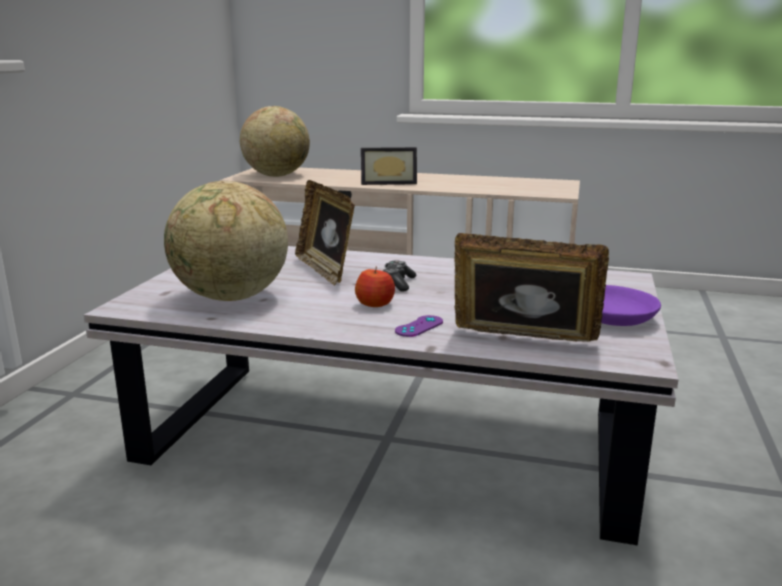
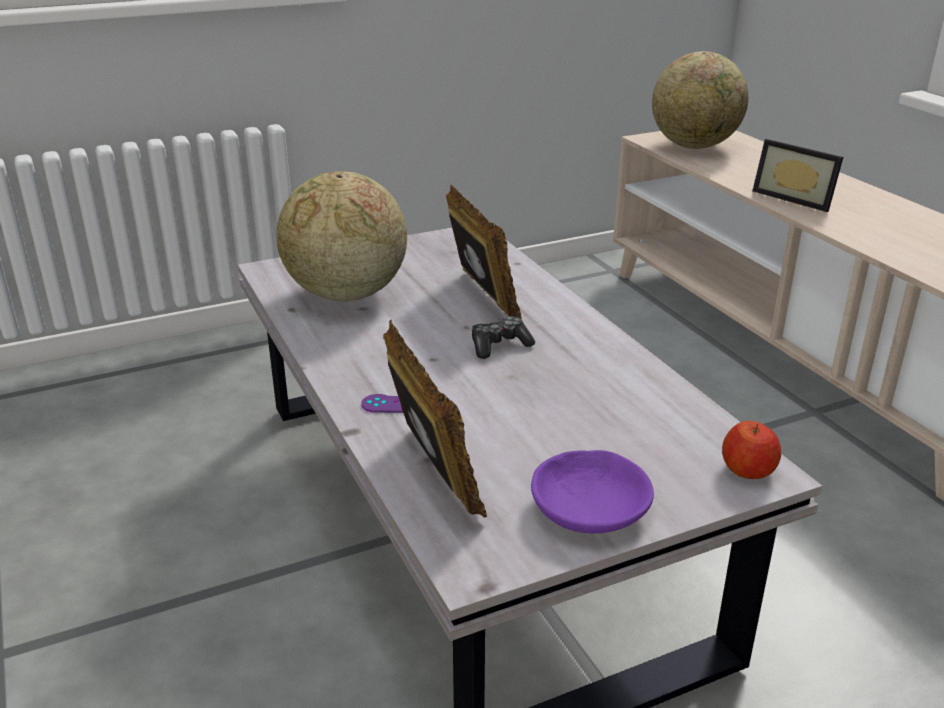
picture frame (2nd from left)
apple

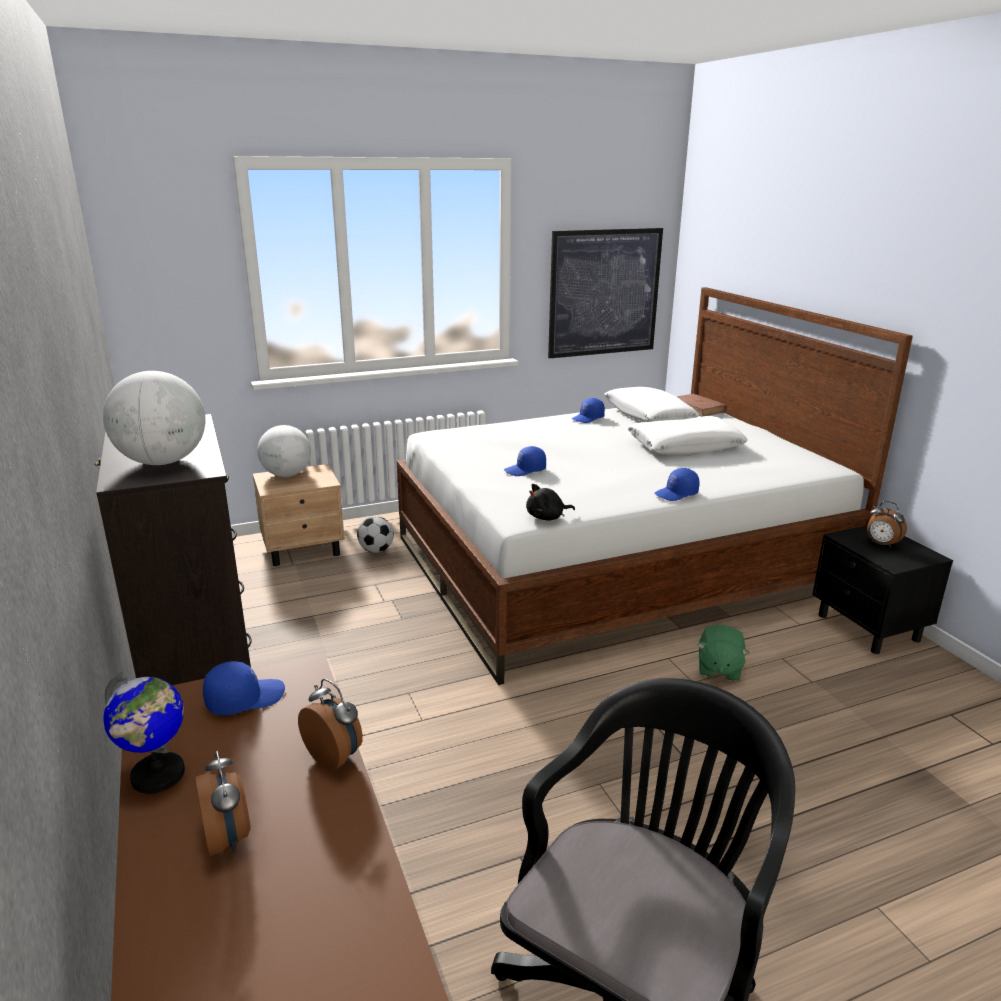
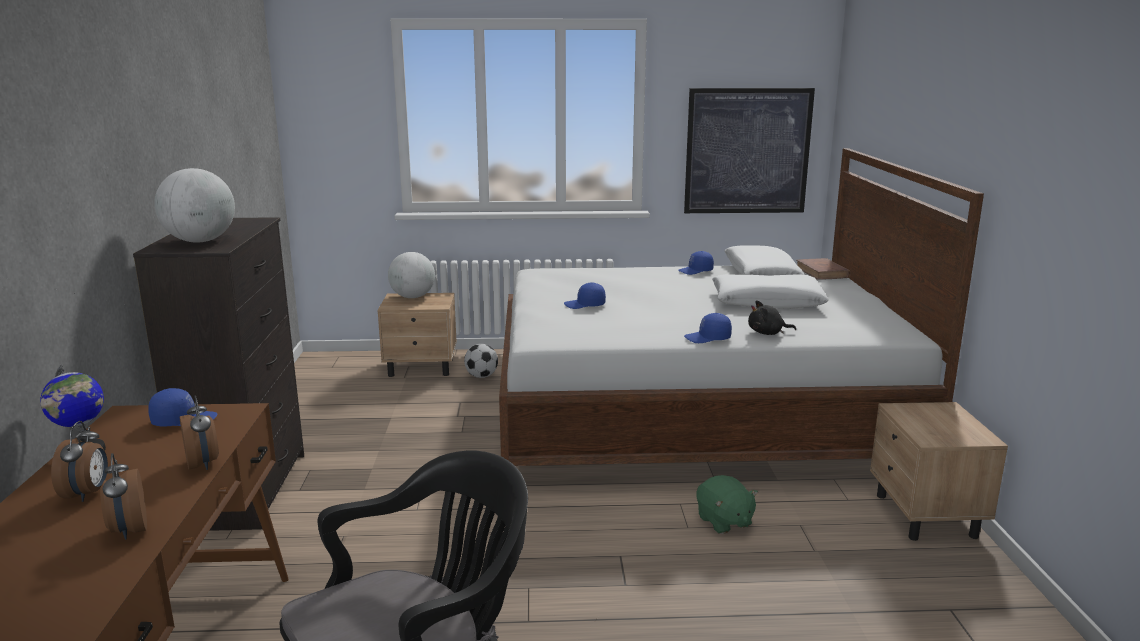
black plush toy
alarm clock (2nd from left)
beige nightstand (2nd from left)
green plush toy

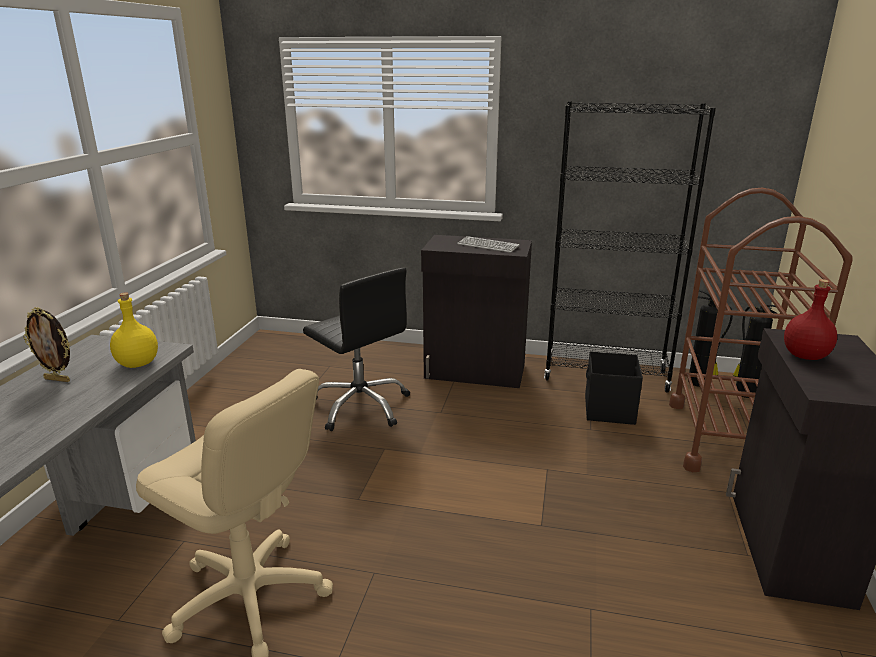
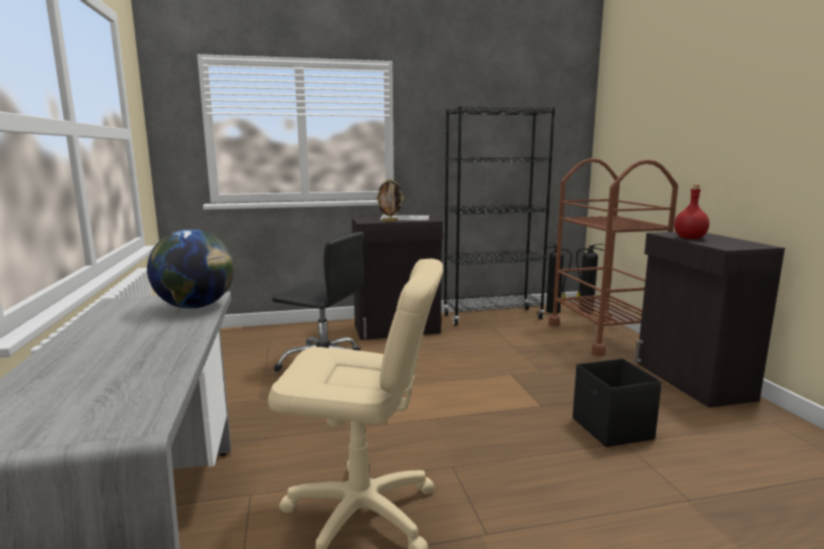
globe
picture frame
black storage box

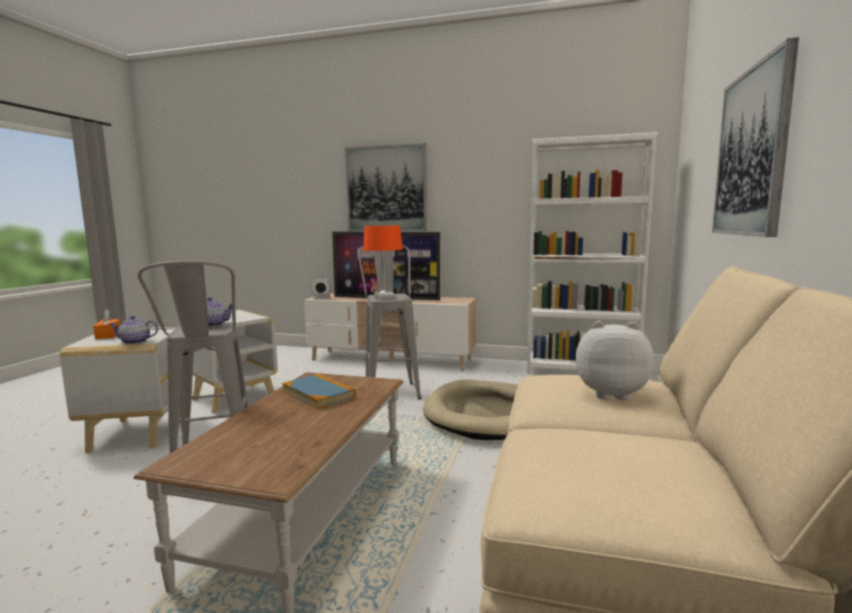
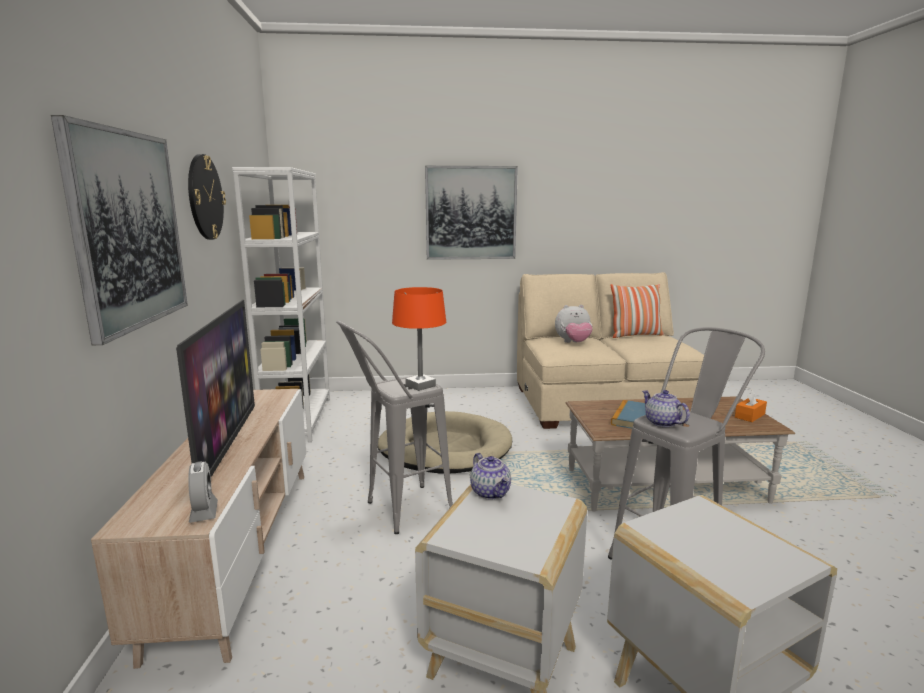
orange tissue box
teapot (1st from left)
plush toy
wall clock
pillow

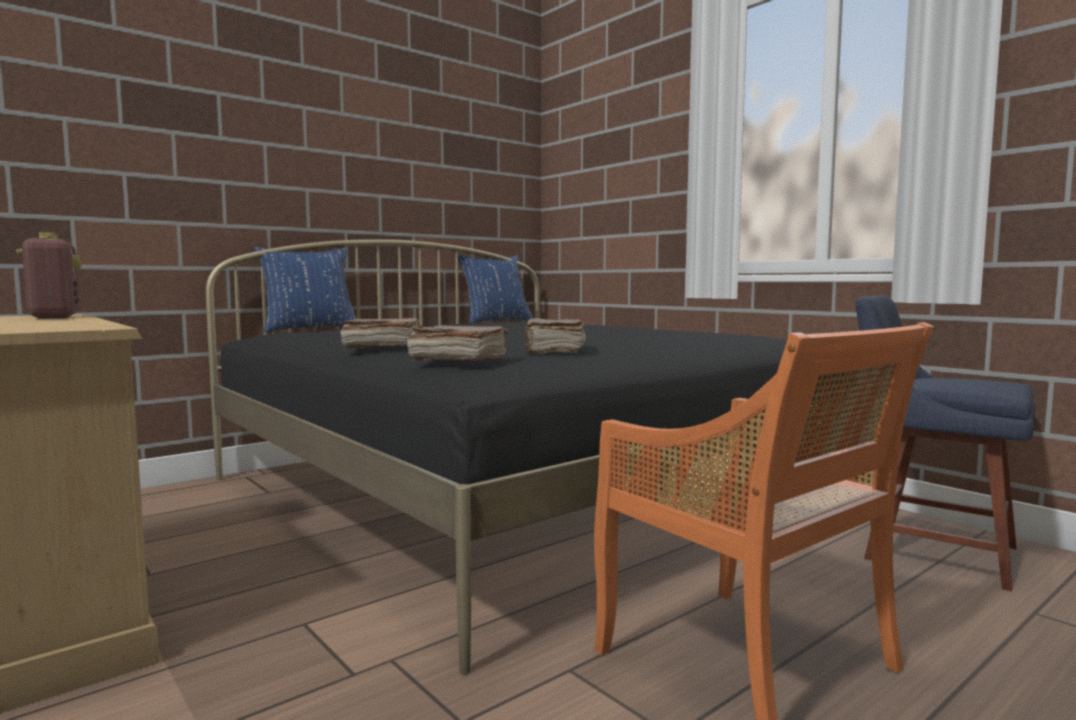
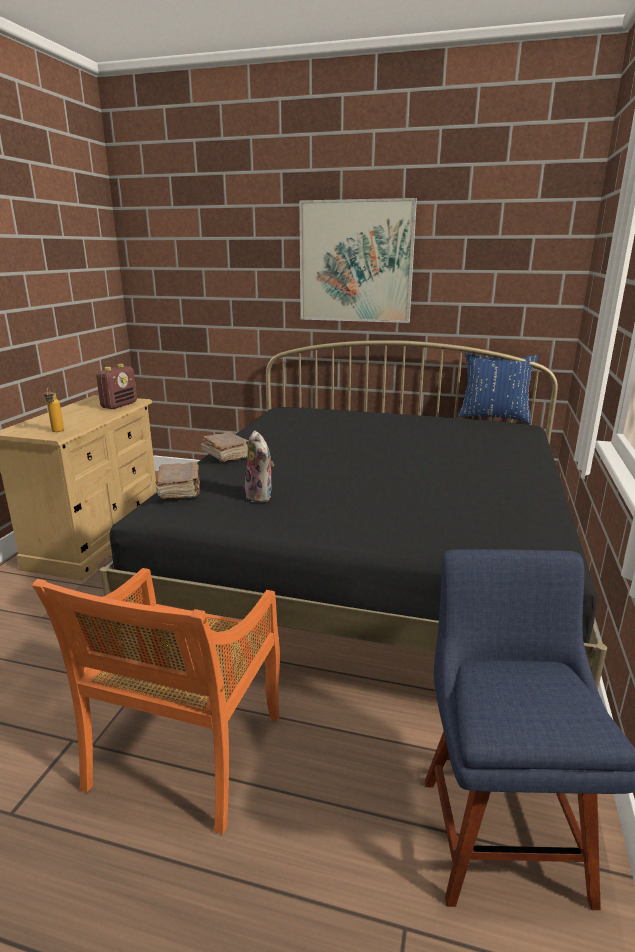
blue pillow (1st from left in the first image)
plush toy
picture
bottle

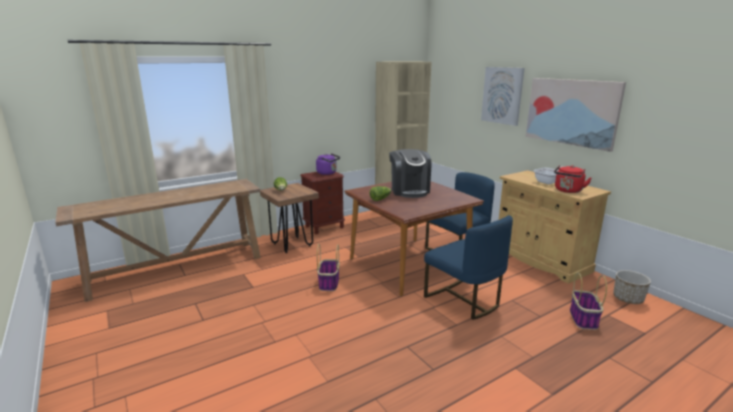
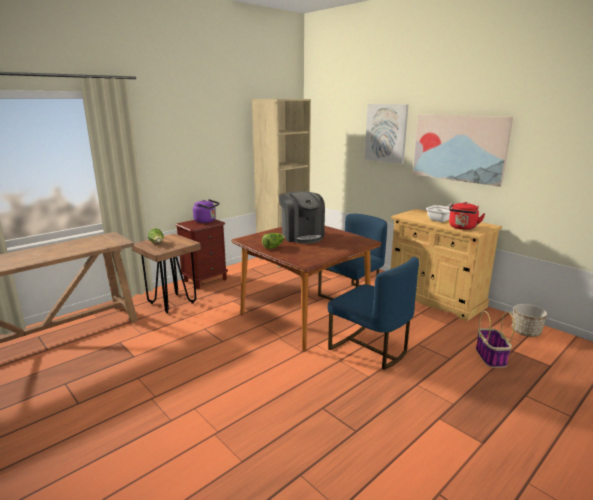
basket (1st from left in the first image)

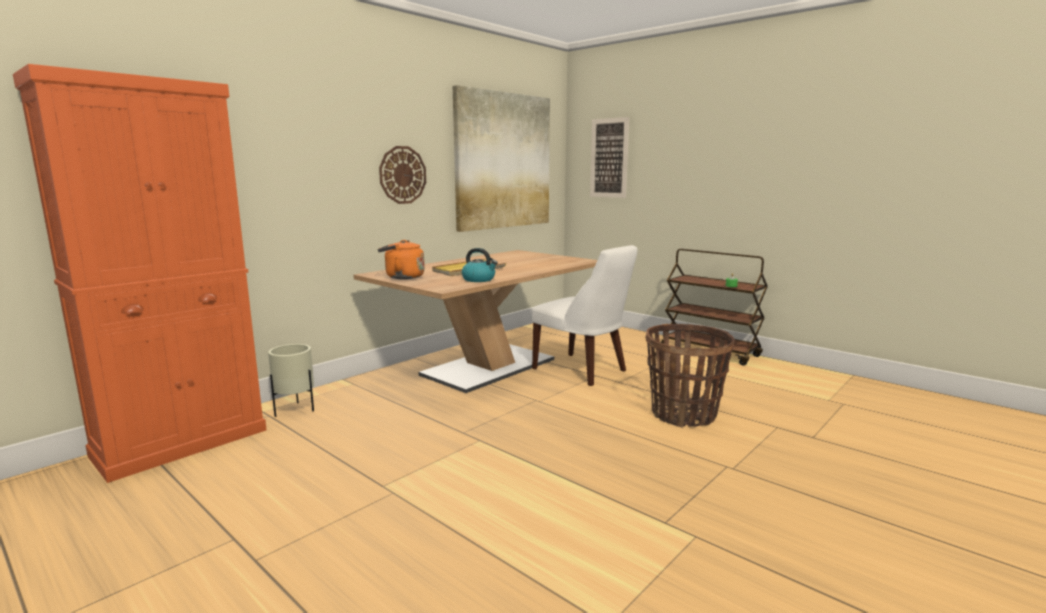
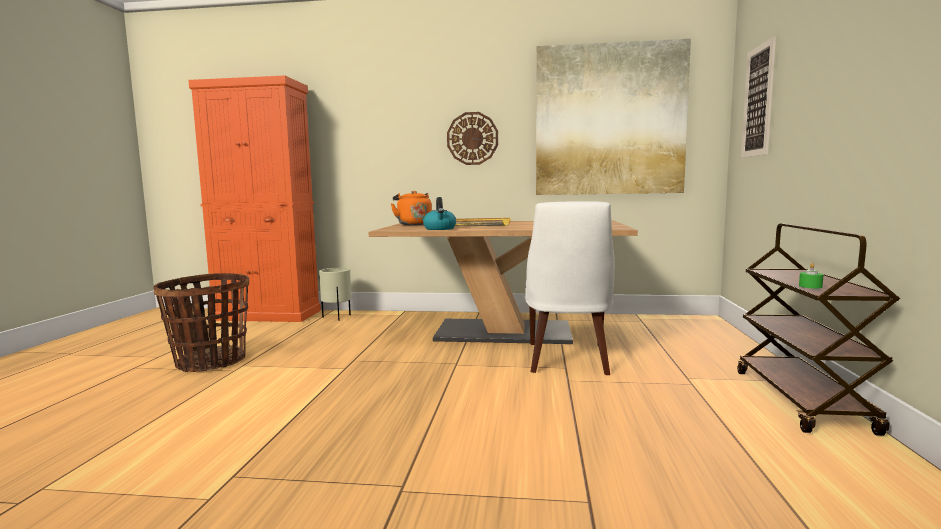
basket

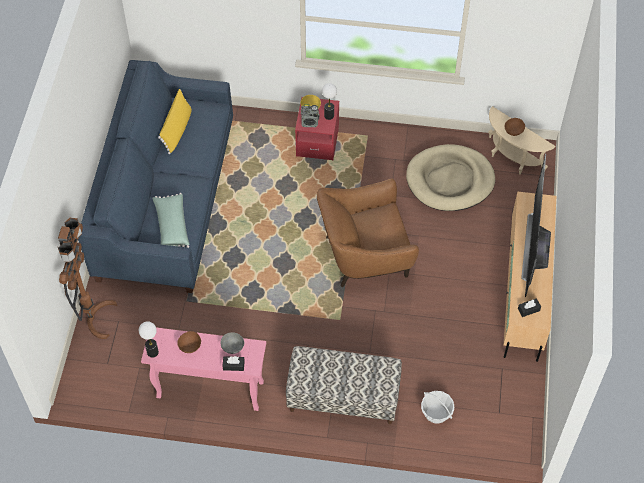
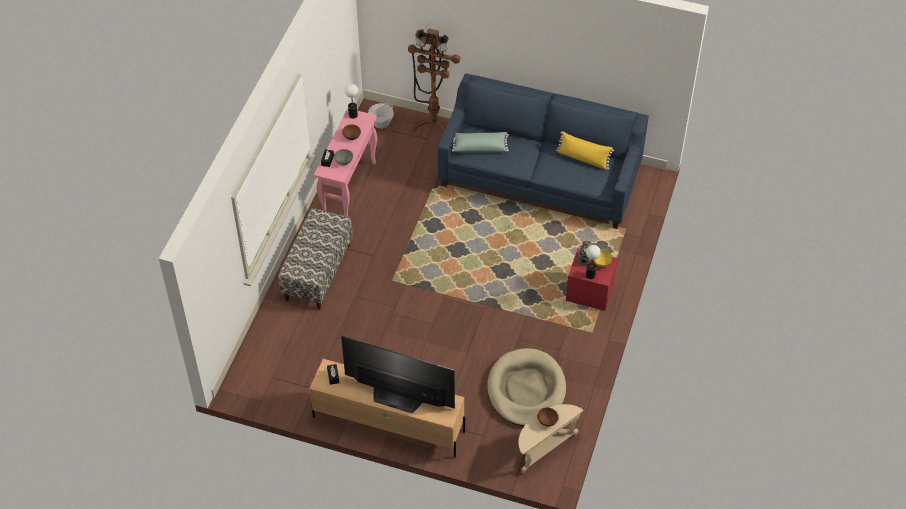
brown armchair
basket

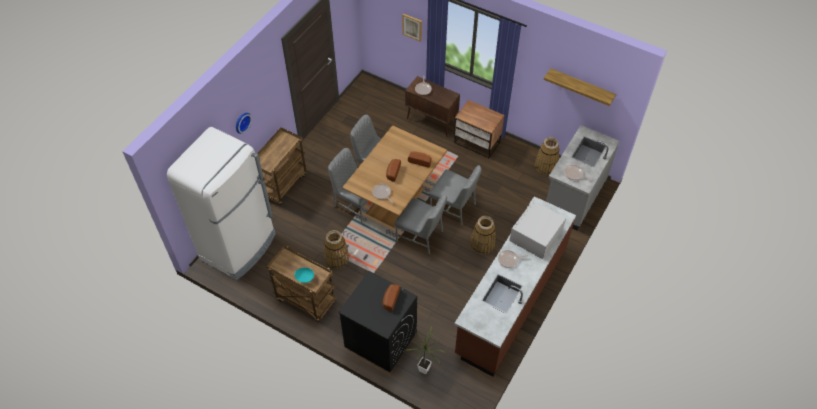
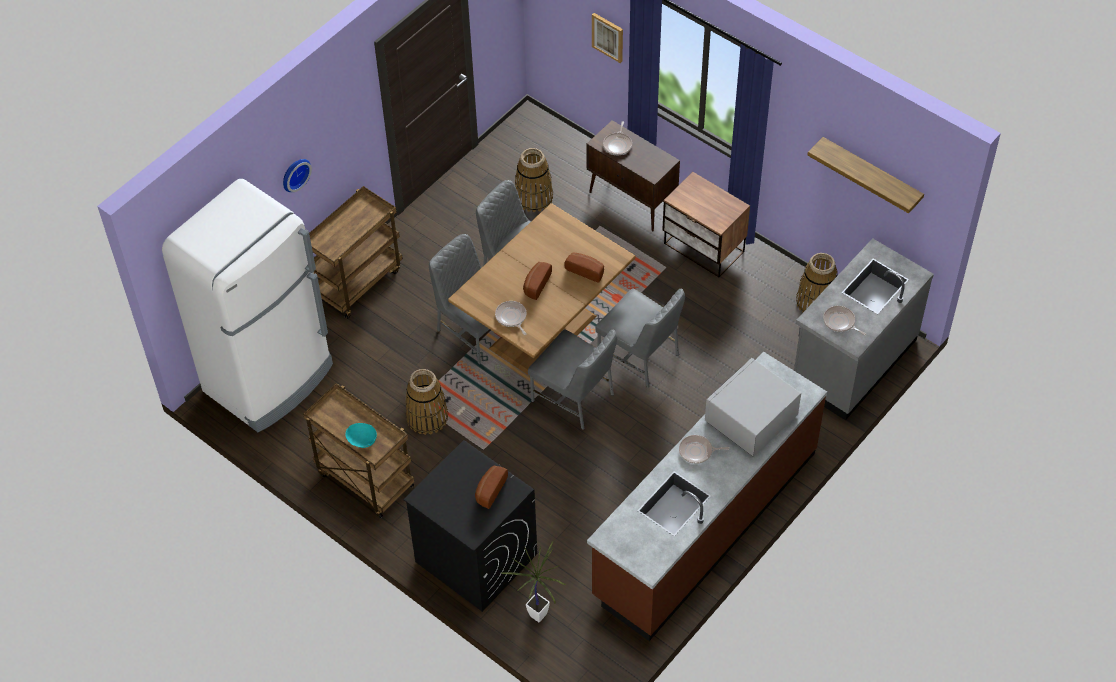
basket (2nd from left)

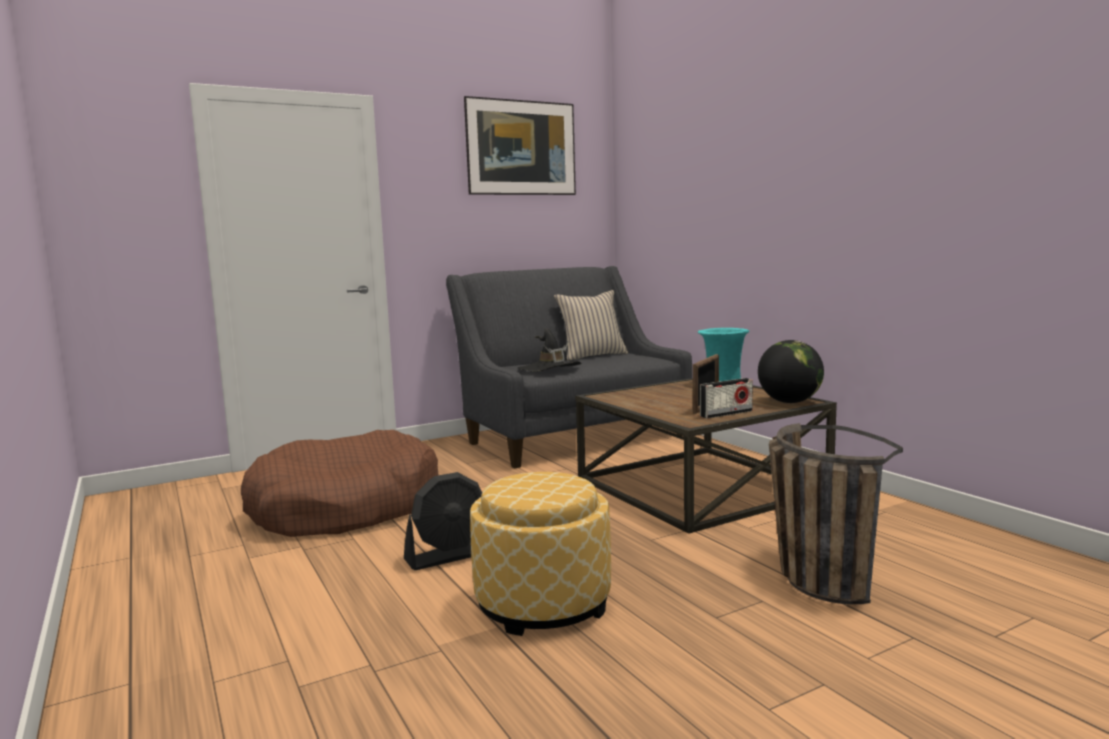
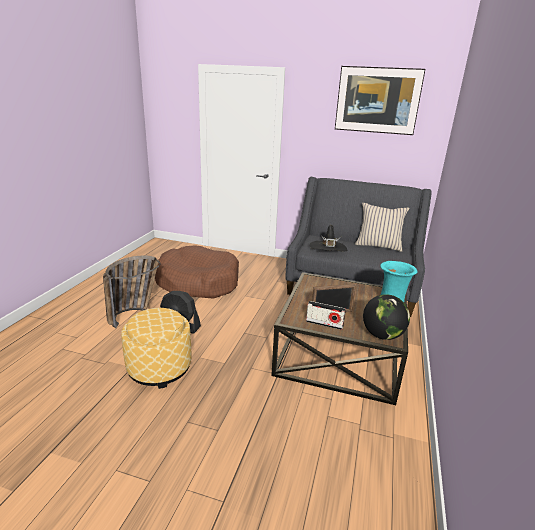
basket

